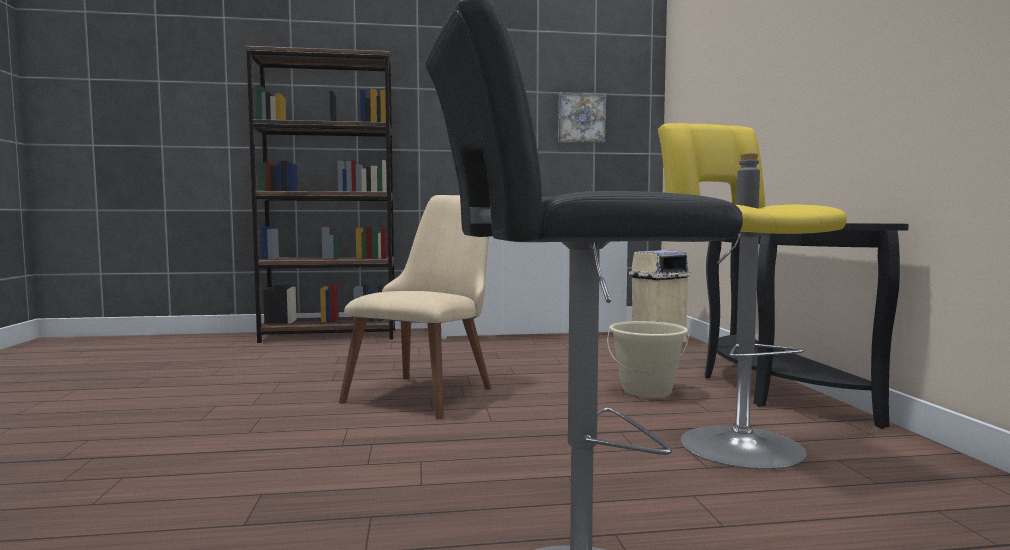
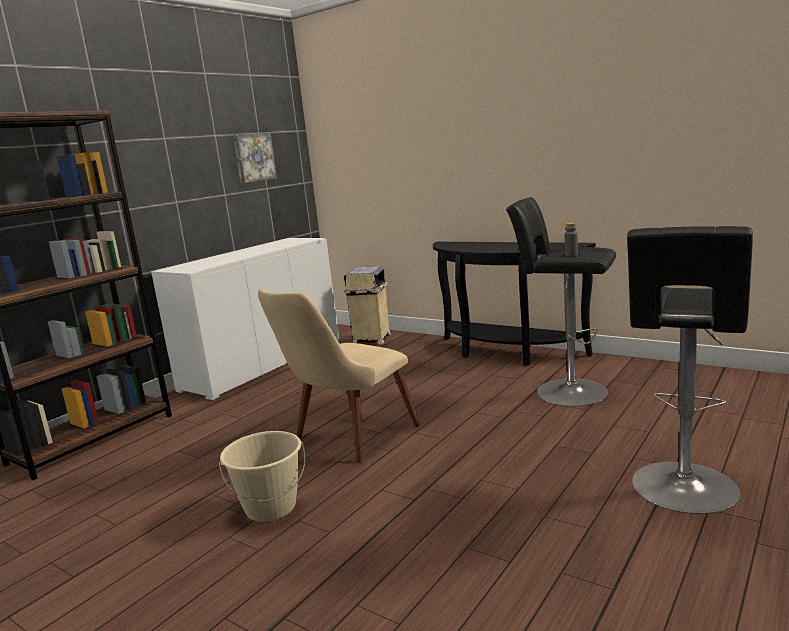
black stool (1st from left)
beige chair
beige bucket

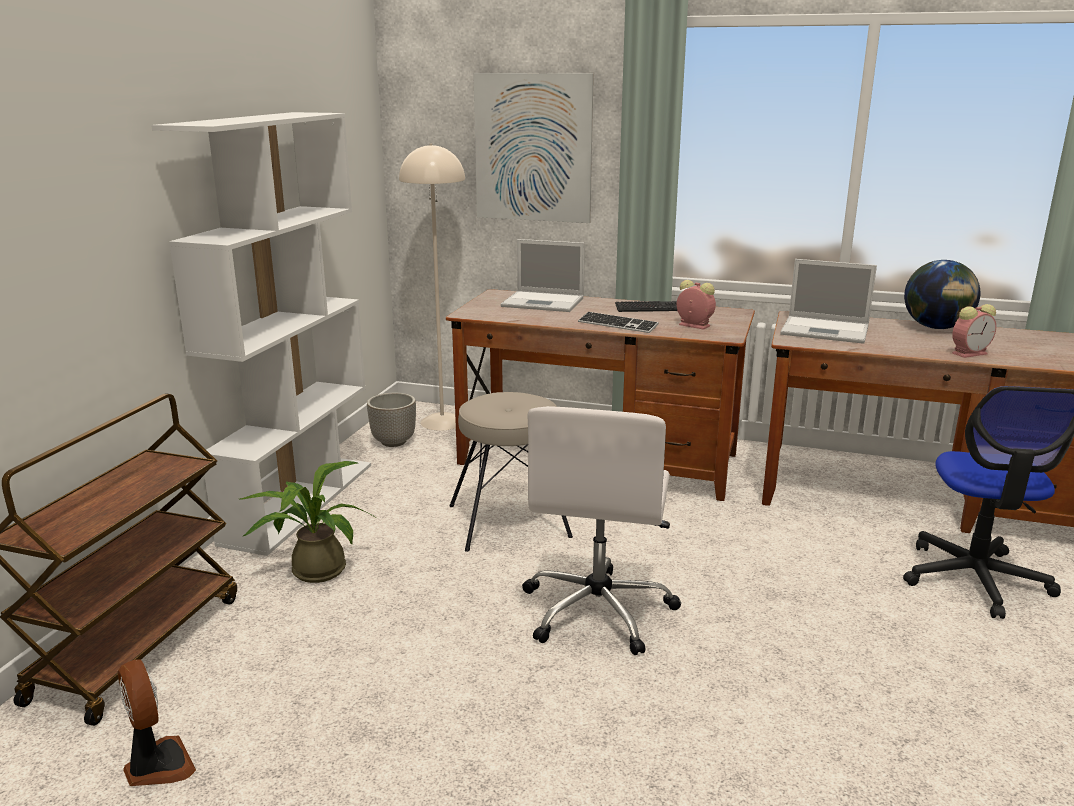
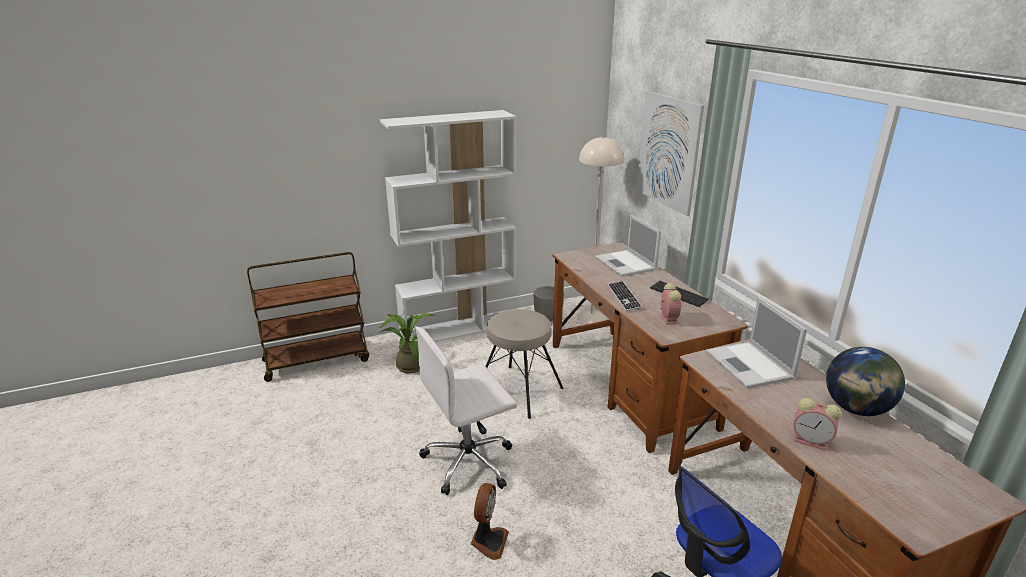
fan

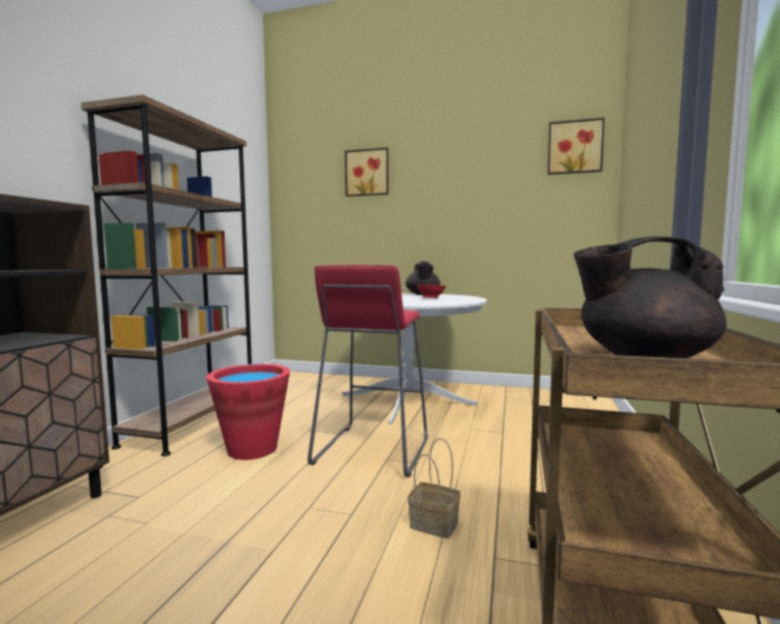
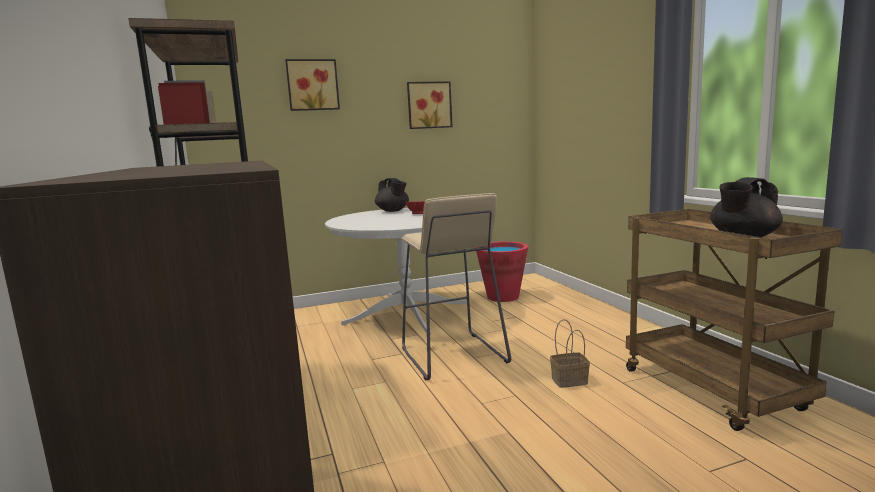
picture (2nd from left)
beige stool
red bucket

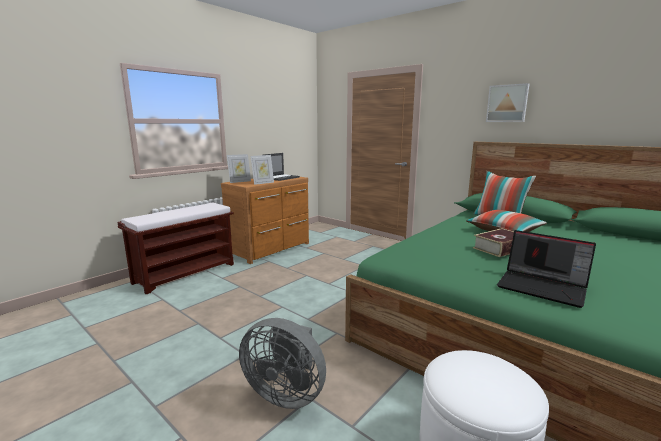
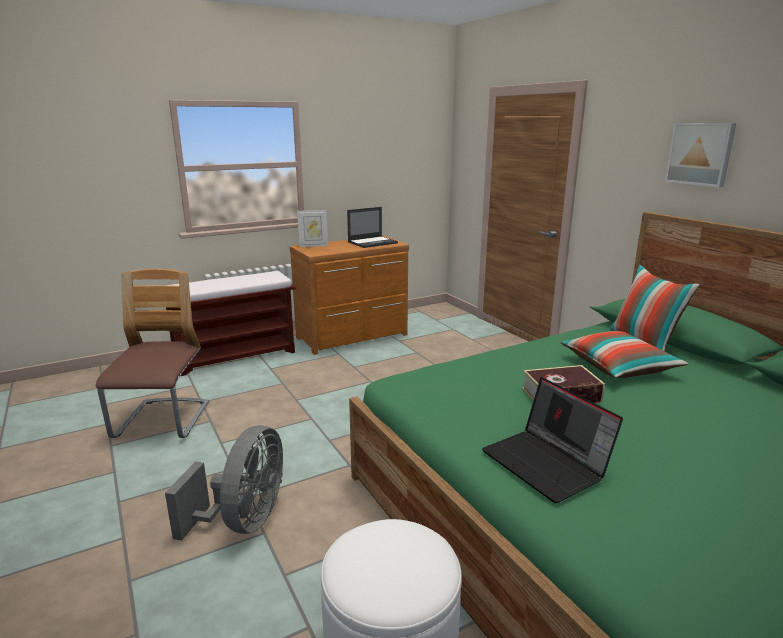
picture frame (2nd from left in the first image)
grey fan
chair

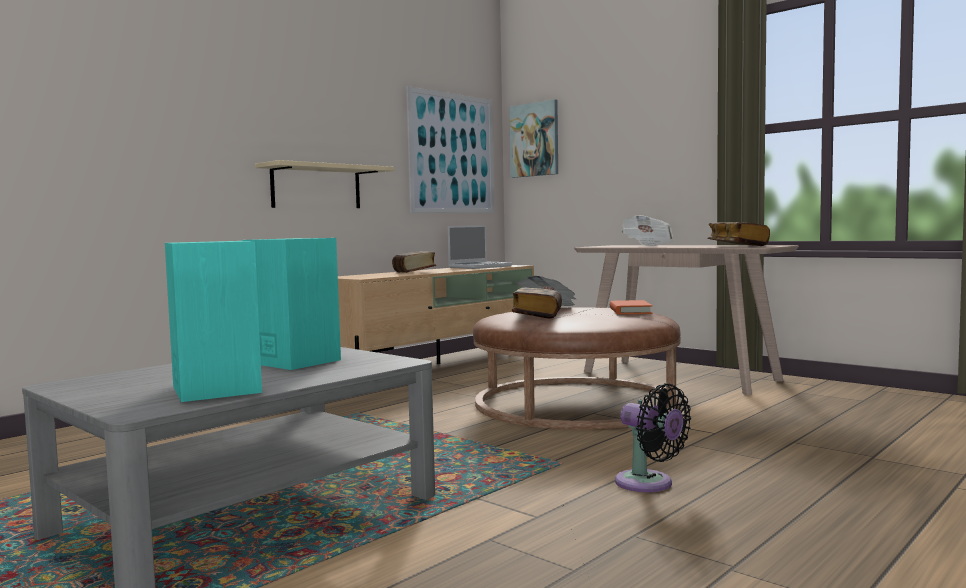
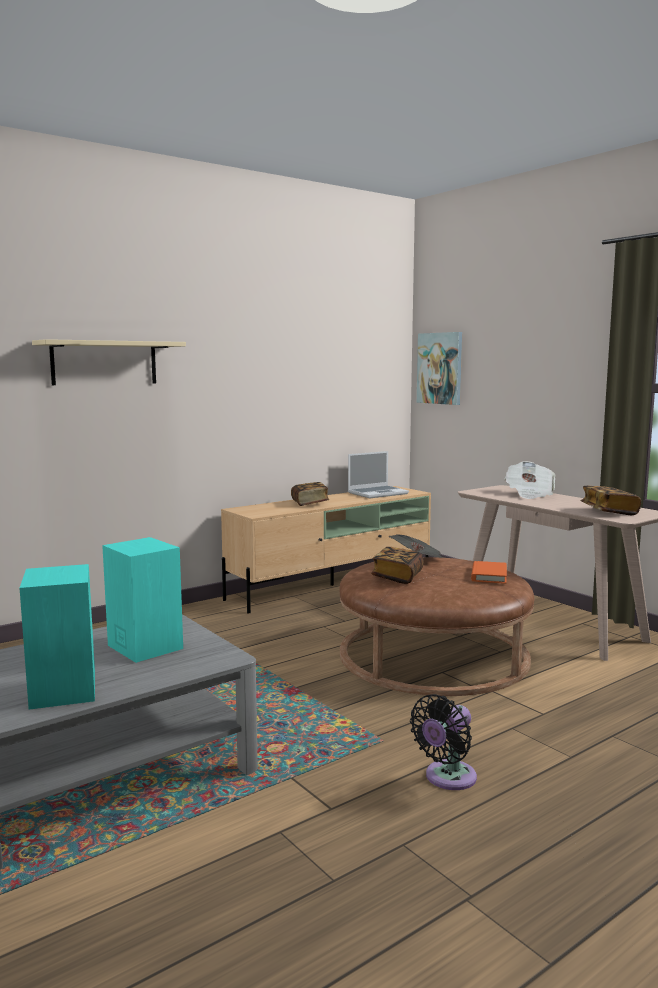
picture (1st from left in the first image)
beige shelf
black fan

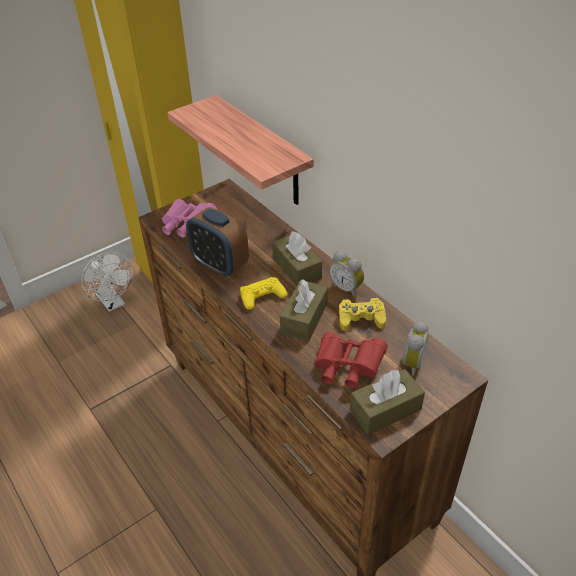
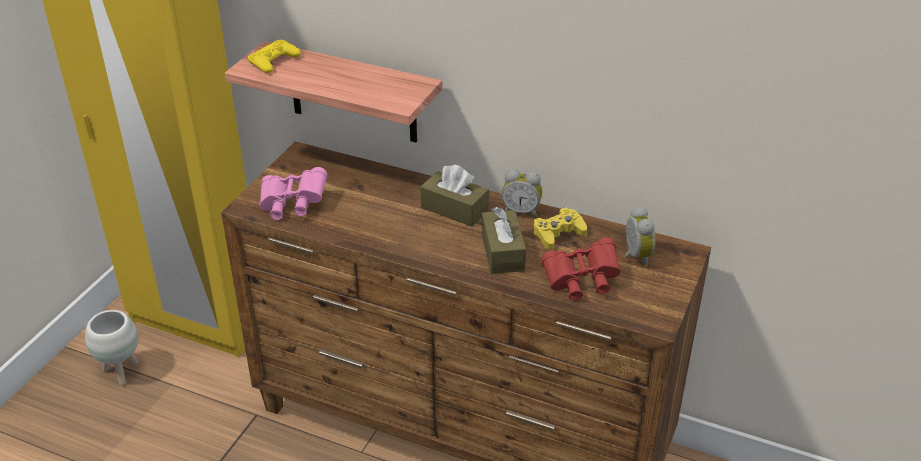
alarm clock (1st from left in the first image)
white planter
yellow game controller (1st from left)
brown tissue box (3rd from left in the first image)

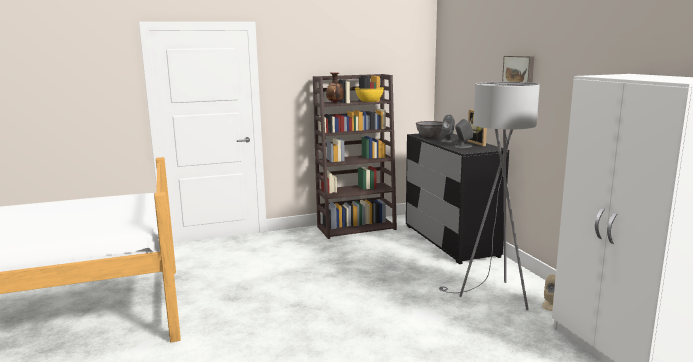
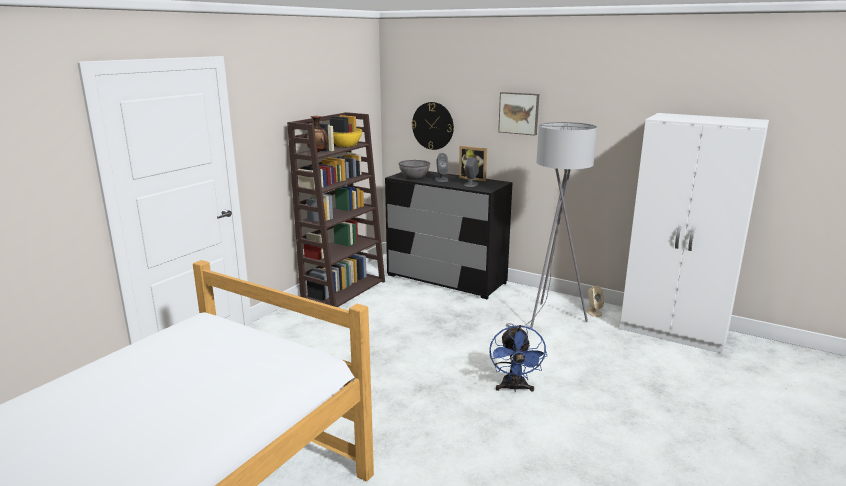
wall clock
blue fan

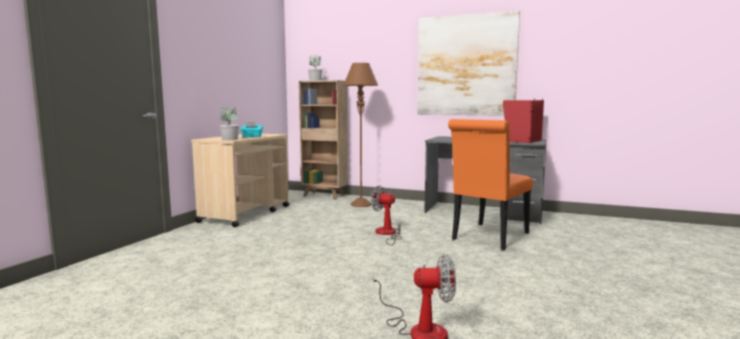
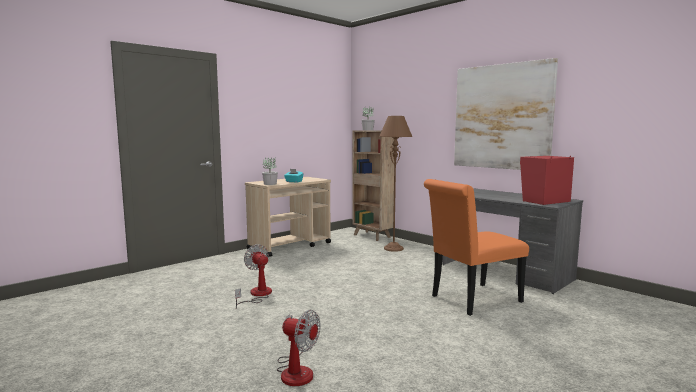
fan (1st from left)

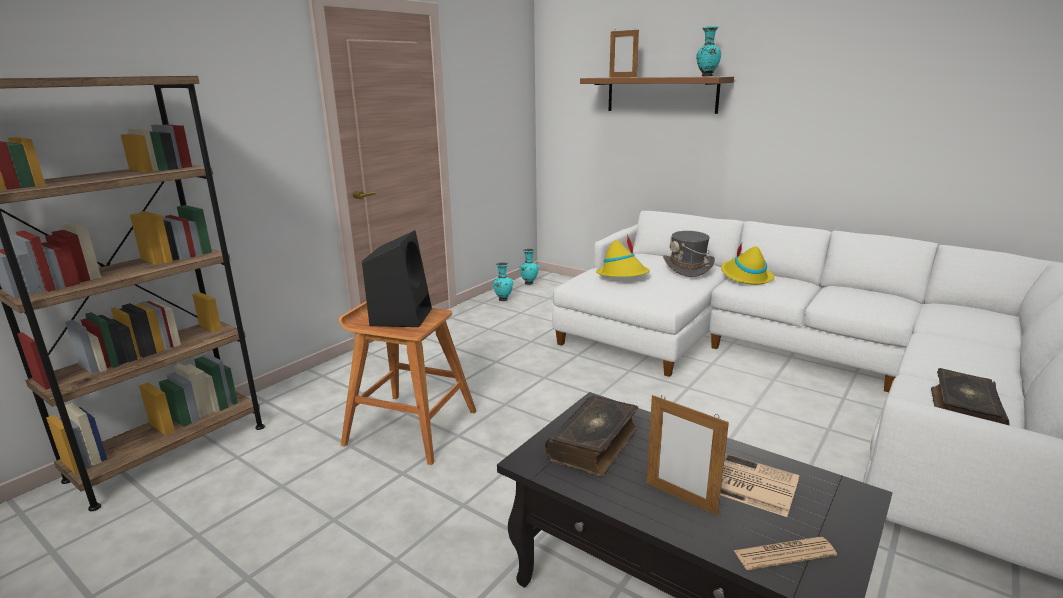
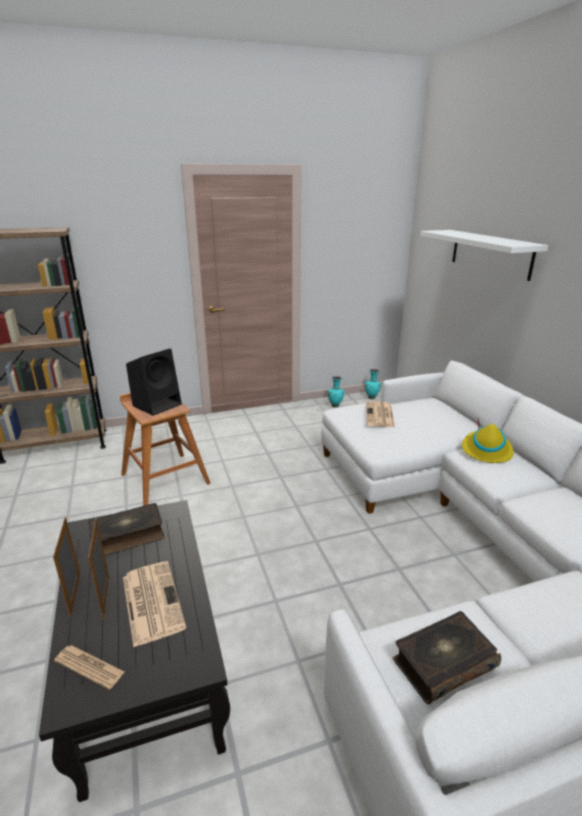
turquoise vase (3rd from left in the first image)
picture frame (1st from left)
white shelf
grey hat
newspaper (3rd from left)

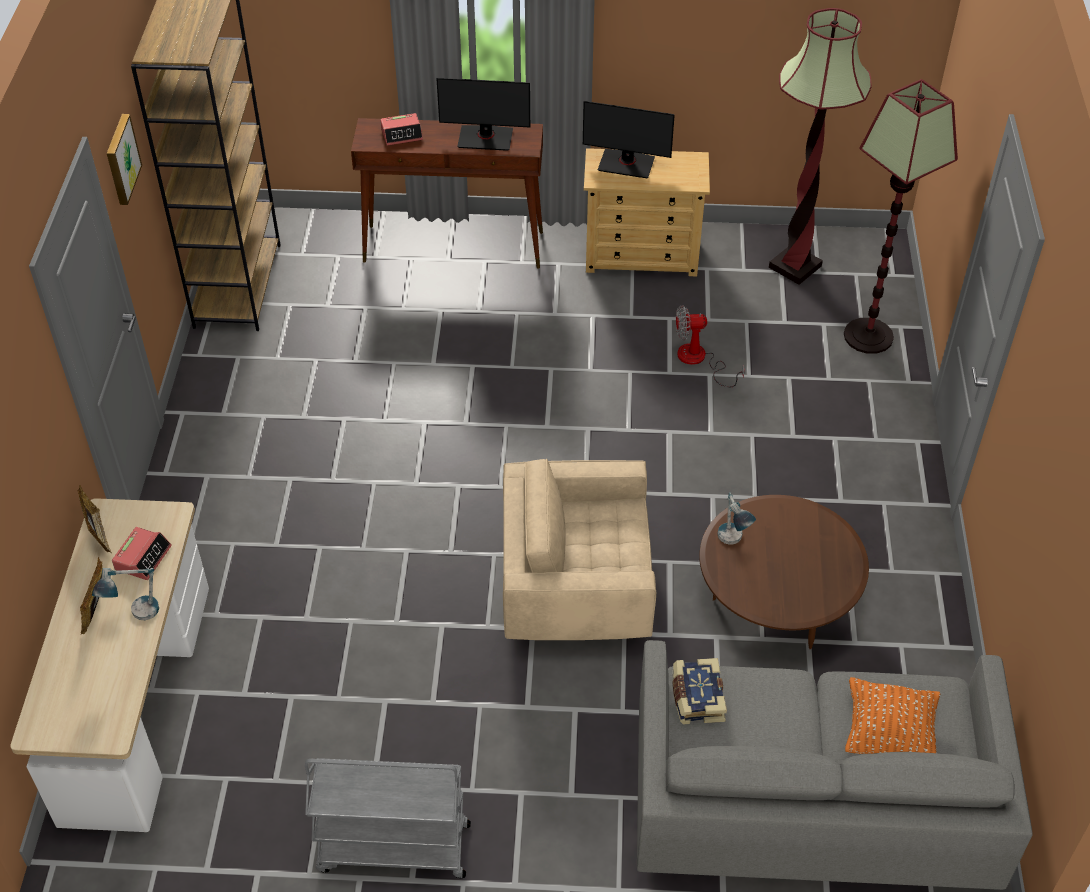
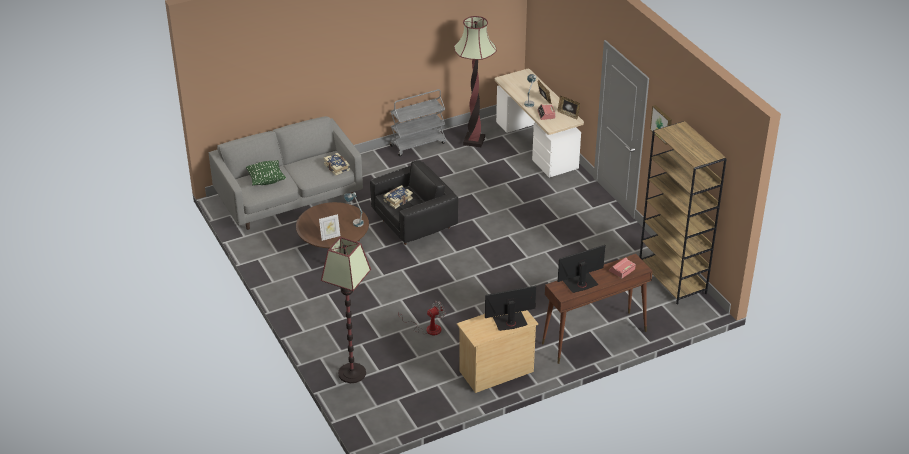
floor lamp (2nd from left)
black armchair
green pillow
book (2nd from left)
picture frame (1st from left)

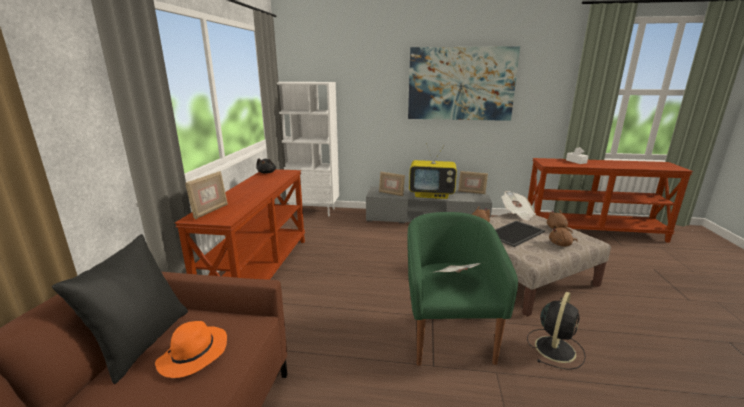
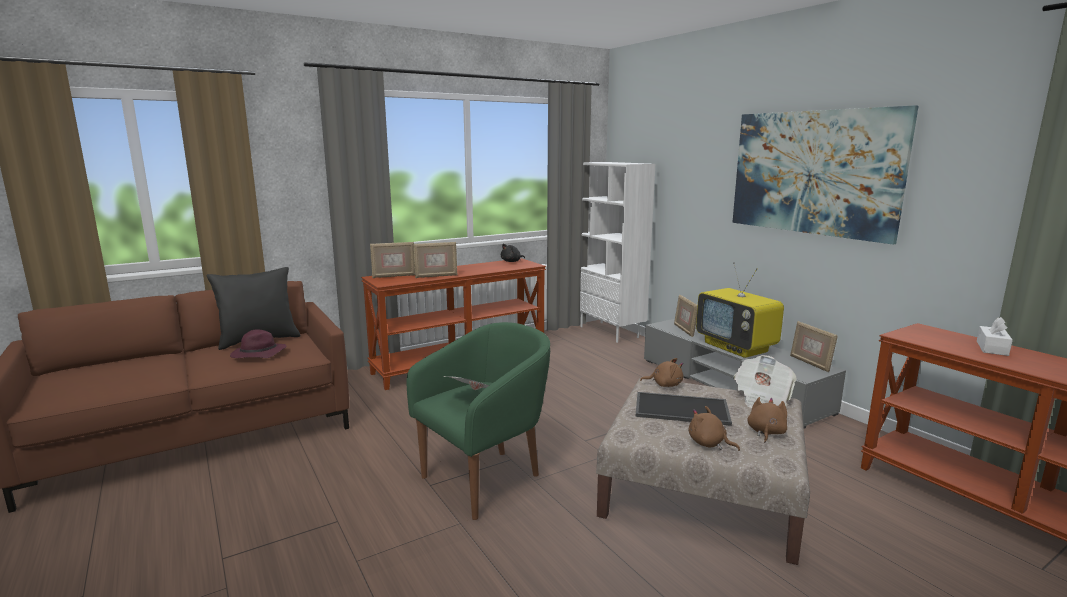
black fan
purple hat
picture frame (2nd from left)

